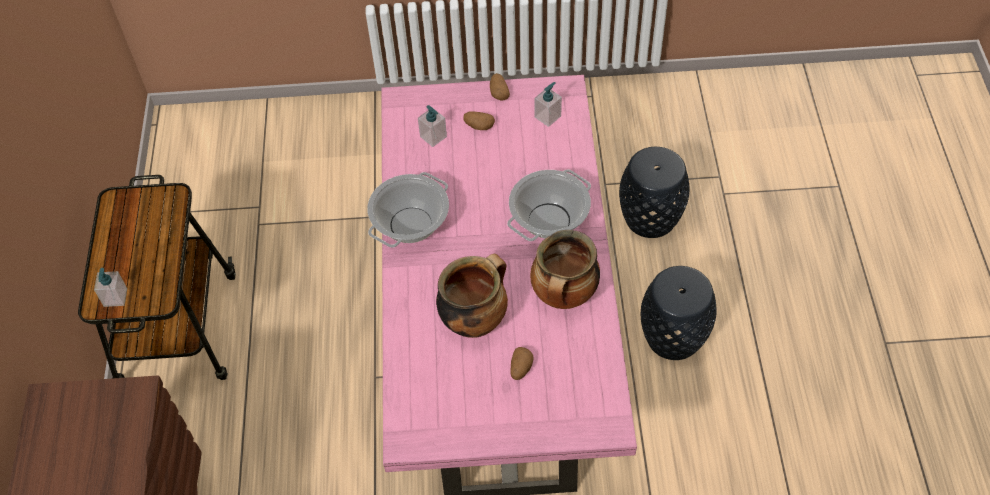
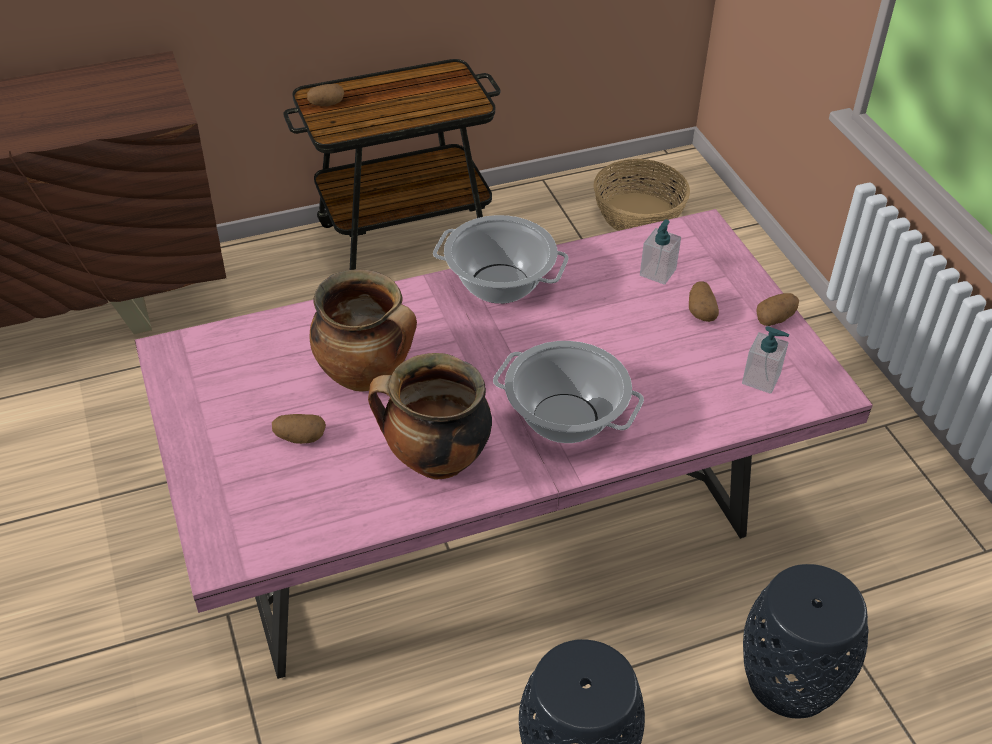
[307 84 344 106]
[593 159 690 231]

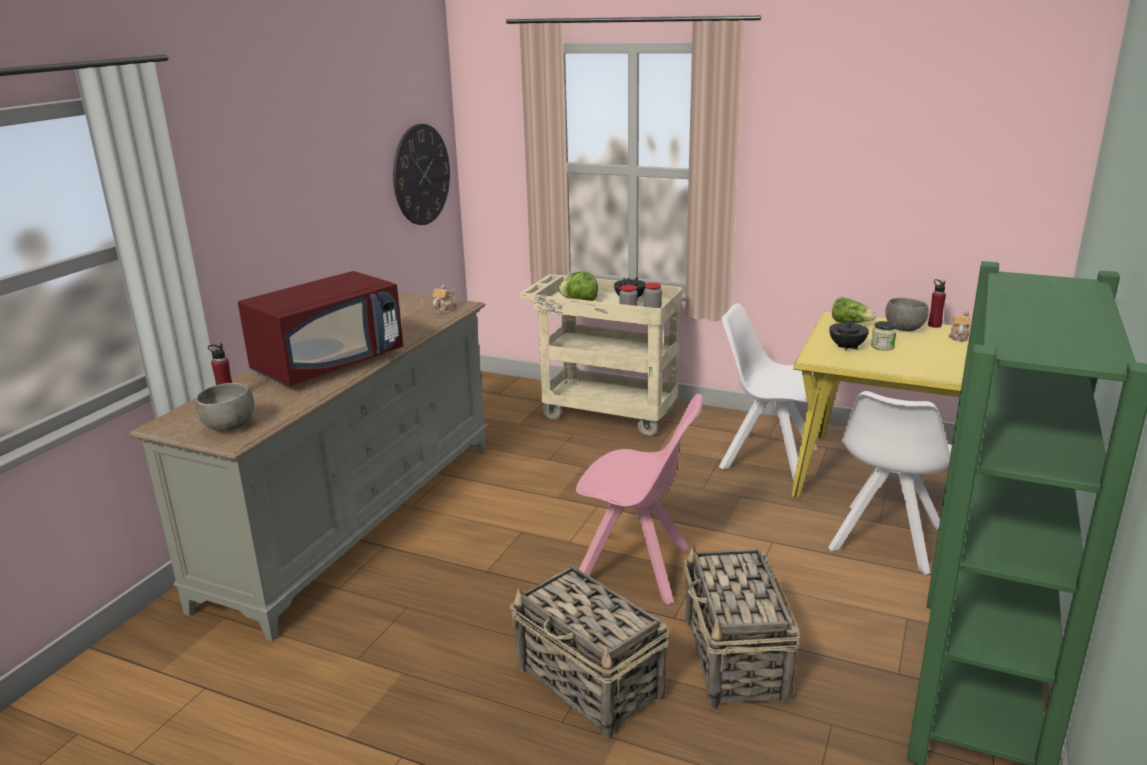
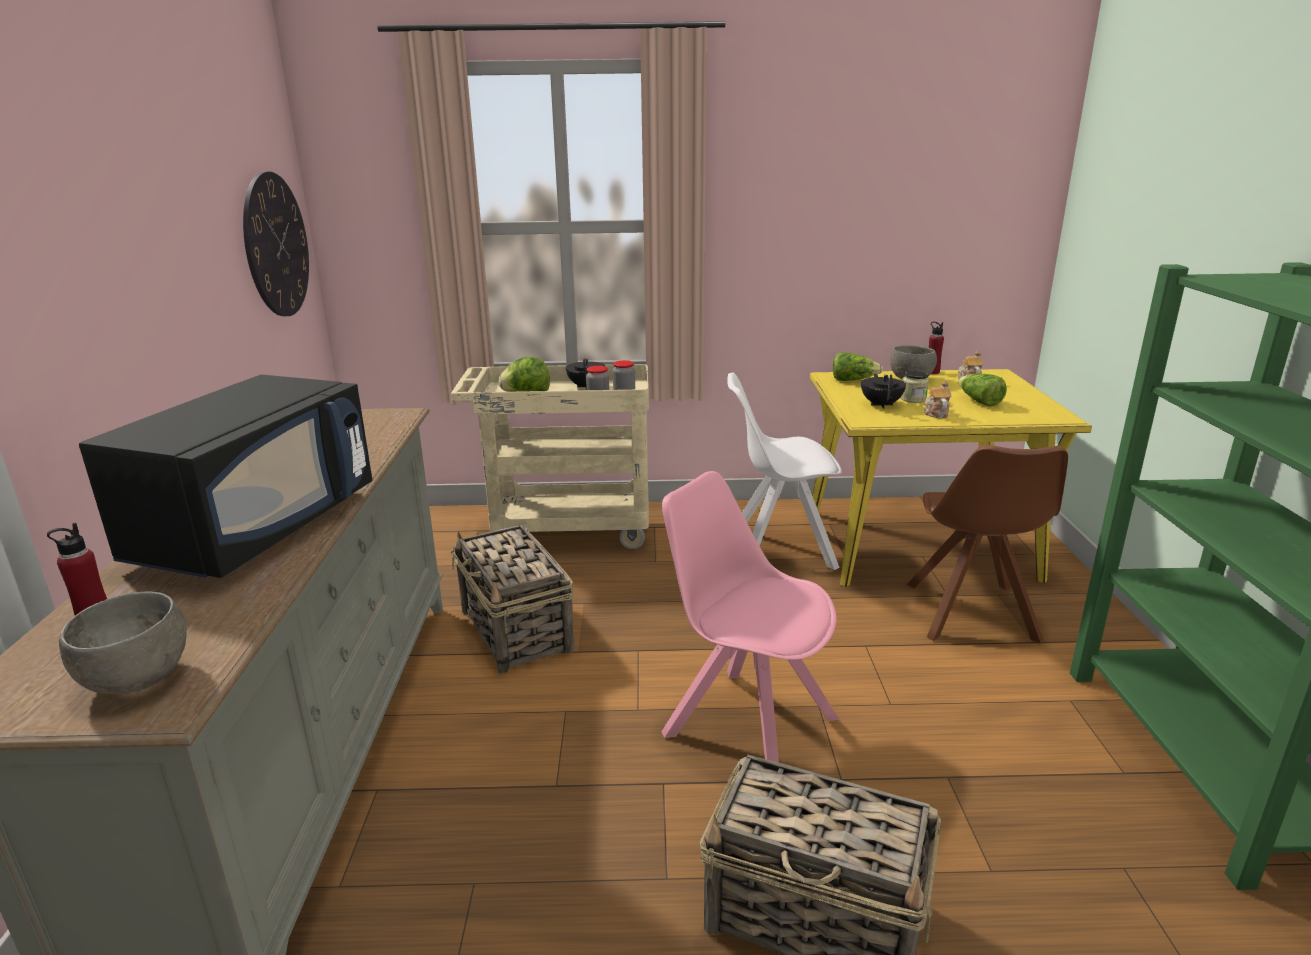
[79 374 373 578]
[924 381 952 418]
[907 445 1068 644]
[661 471 840 762]
[451 525 575 674]
[958 373 1007 407]

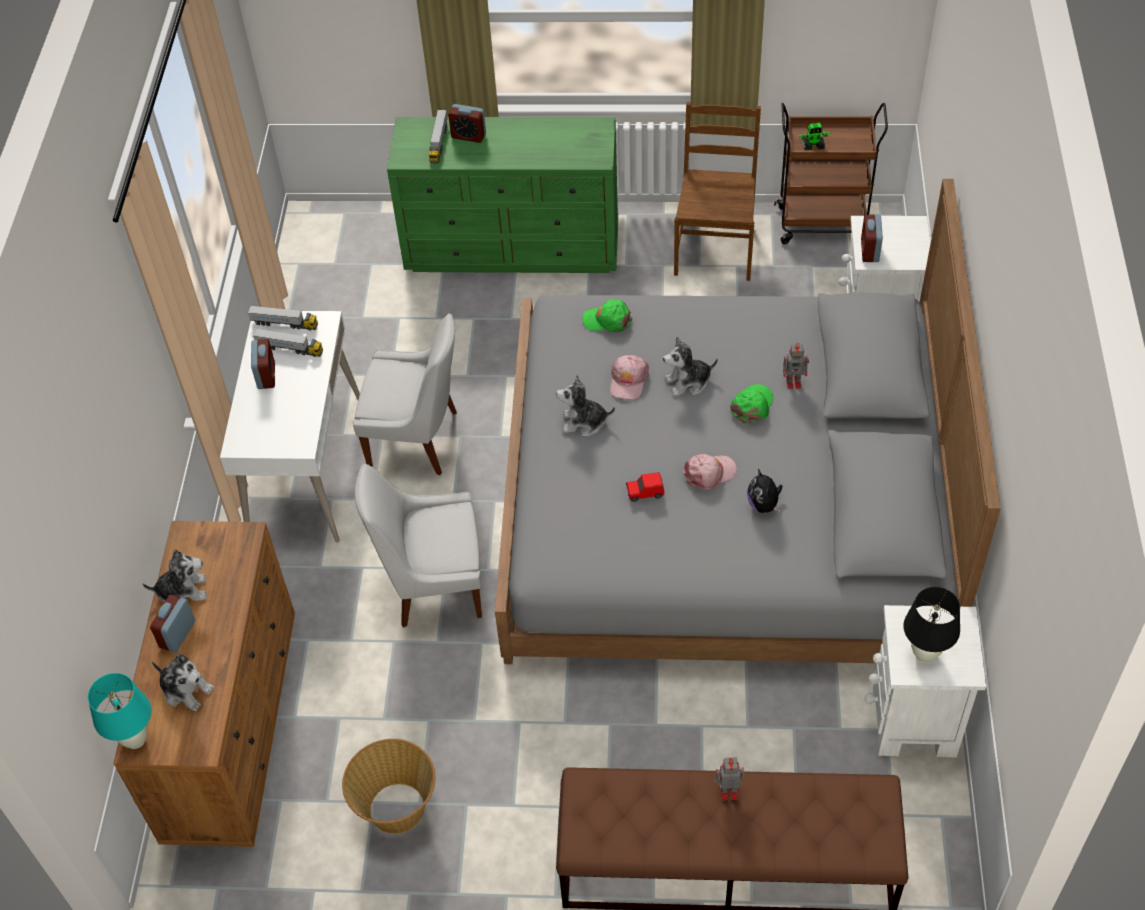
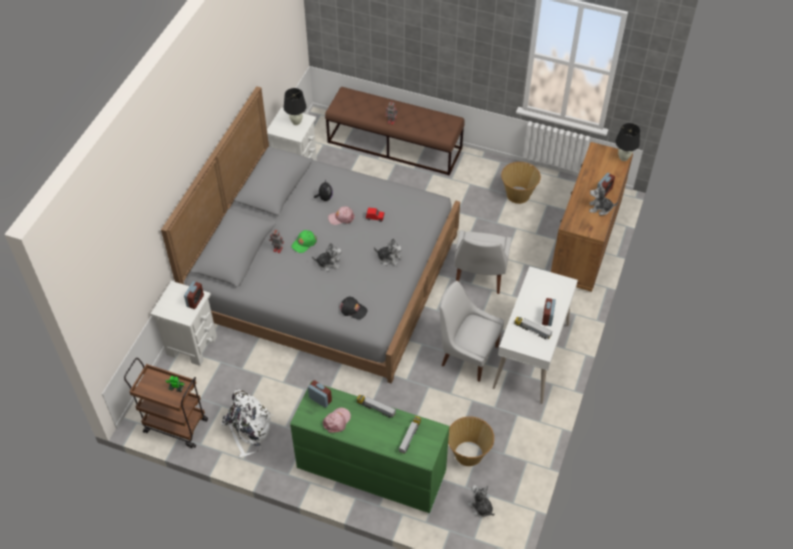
[222 390 274 457]
[308 380 332 408]
[340 296 367 319]
[357 395 396 418]
[323 407 351 433]
[454 230 512 294]
[468 485 495 518]
[615 123 640 161]
[448 416 494 466]

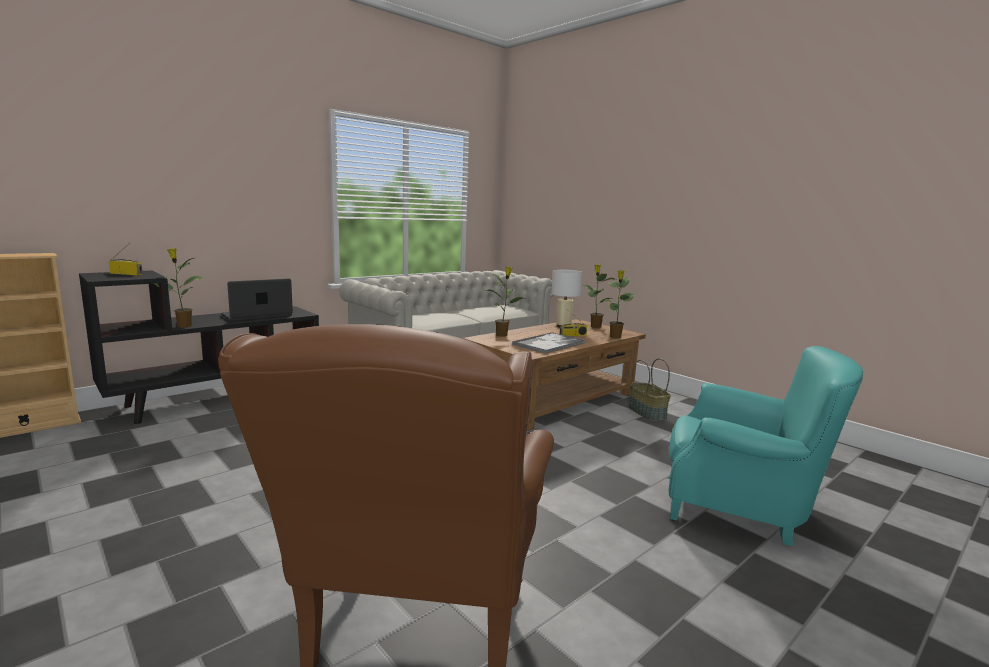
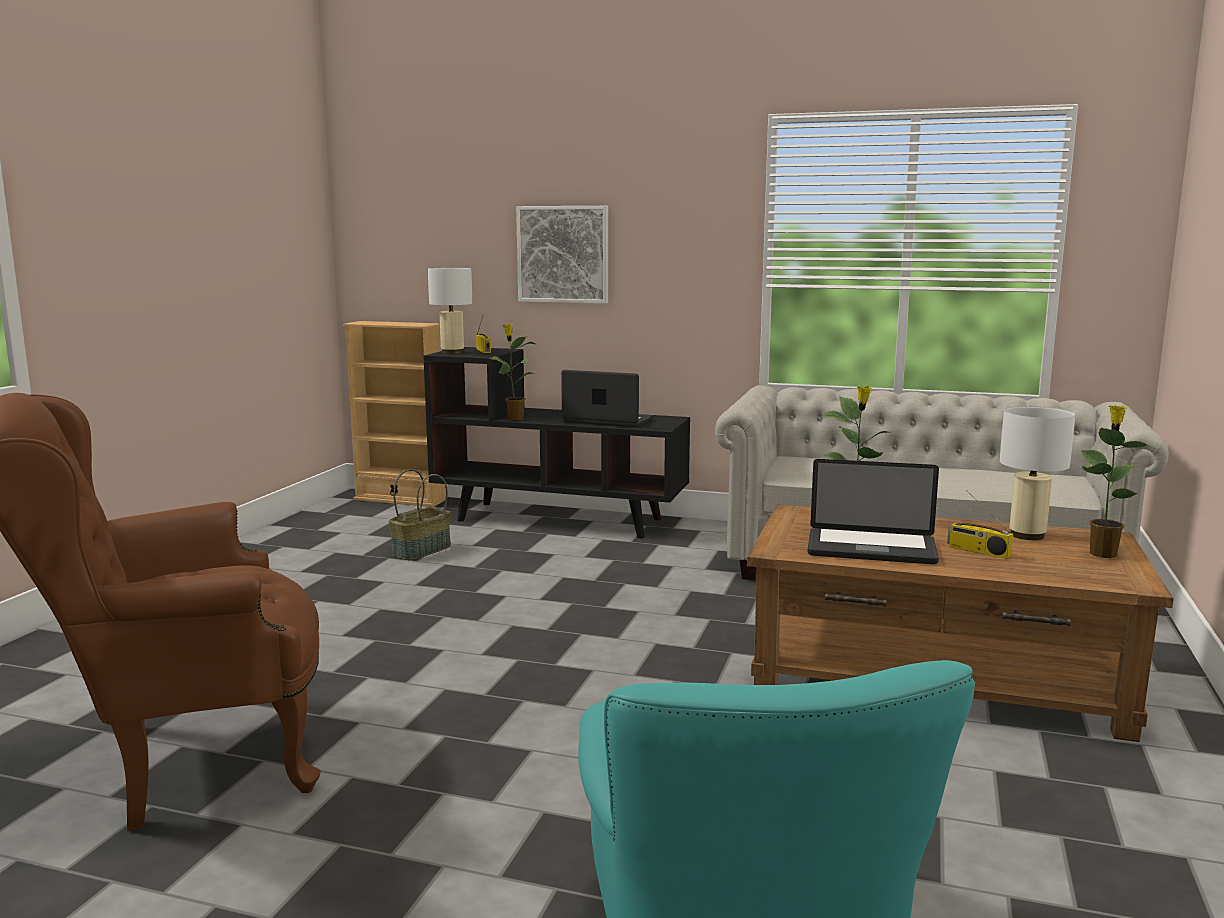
[604 270 635 338] (first image)
[808 459 939 564]
[389 469 451 560]
[516 206 608 304]
[428 268 472 354]

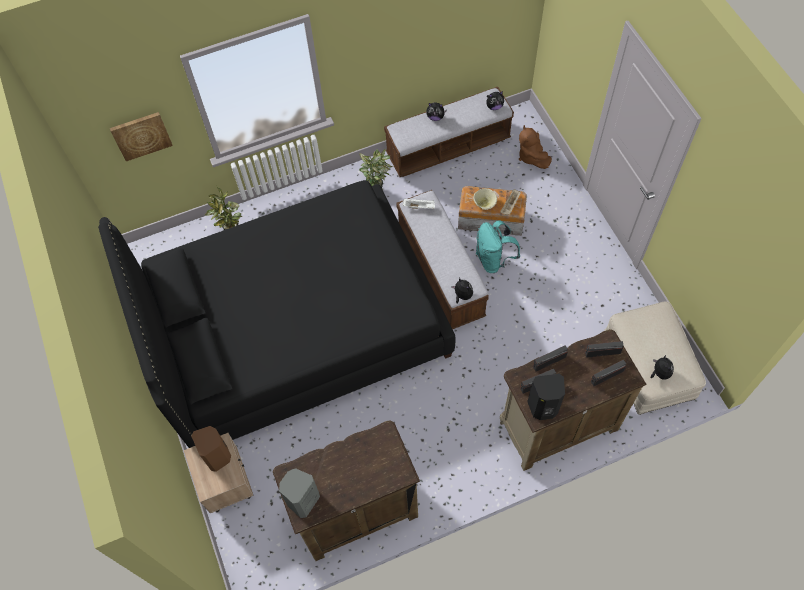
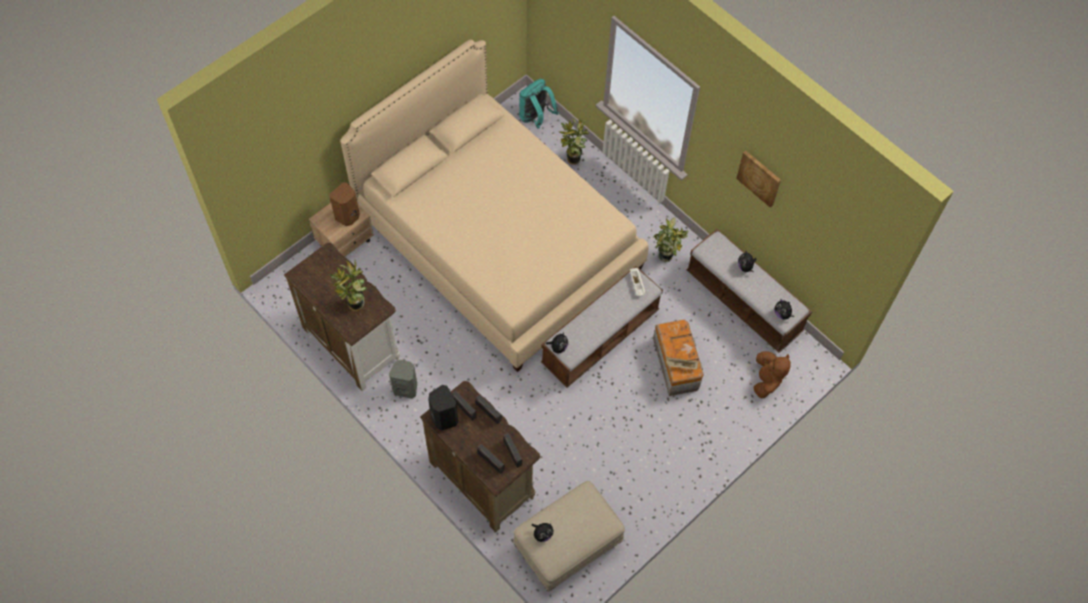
[736 151 781 208]
[753 351 791 398]
[340 40 649 372]
[473 189 497 210] (first image)
[519 79 559 129]
[284 243 400 391]
[389 360 417 399]
[329 260 367 311]

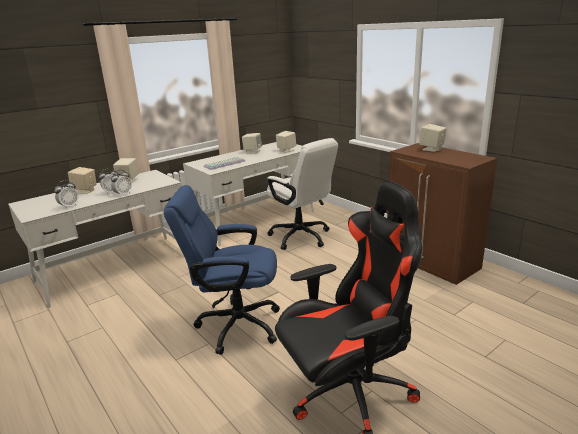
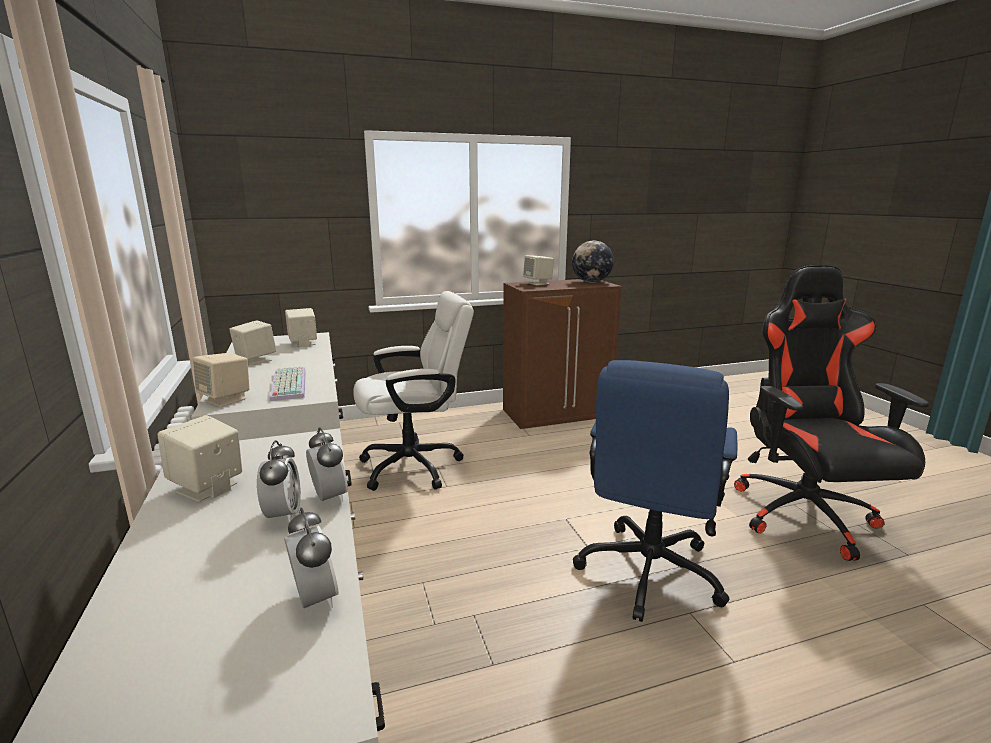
[193 353 249 407]
[572 241 614 283]

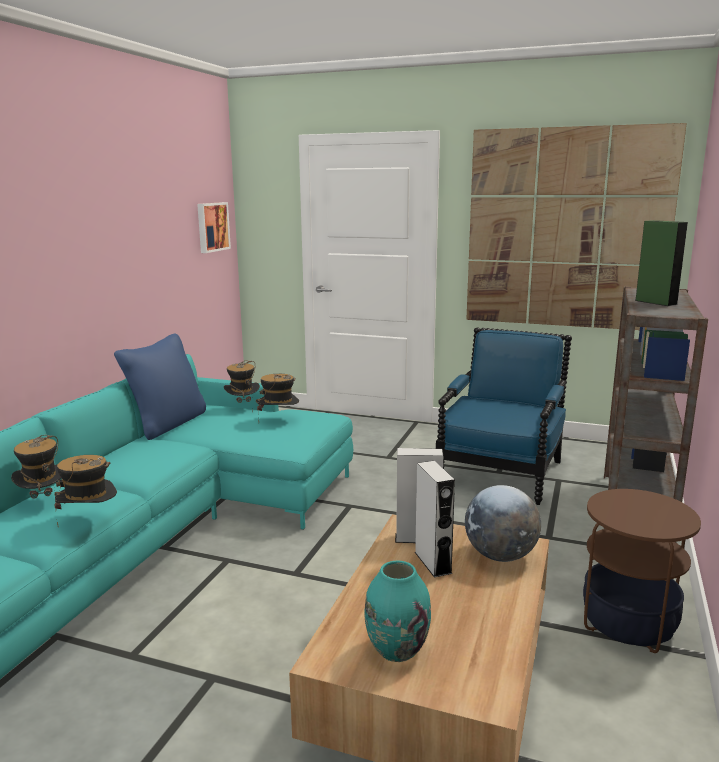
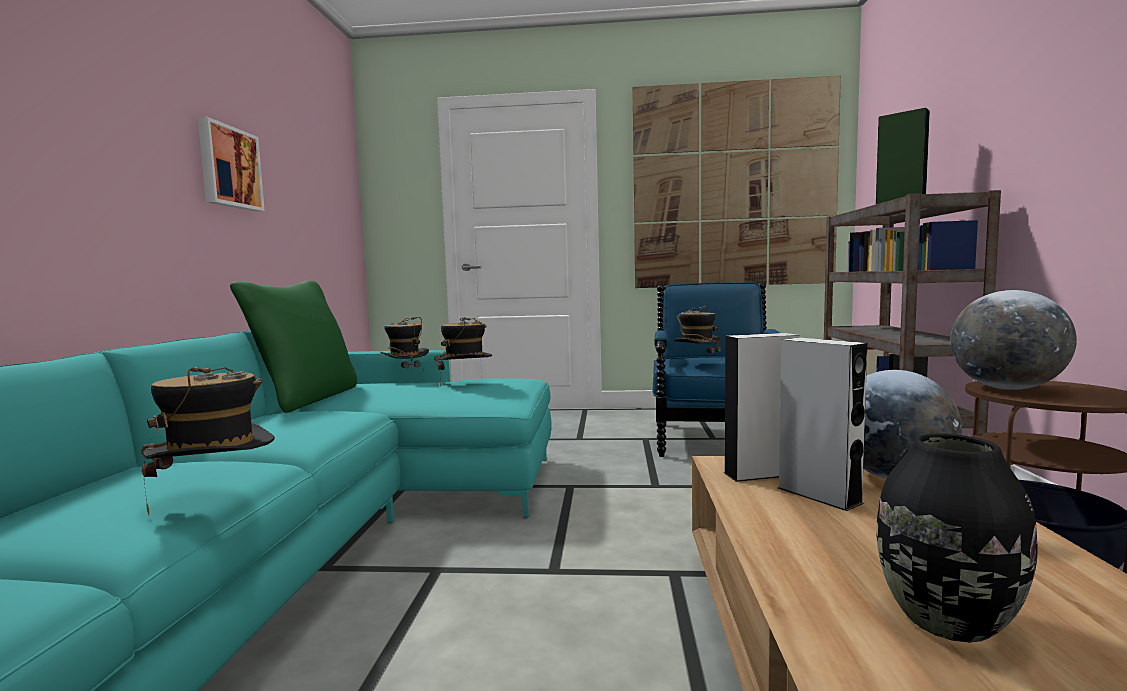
[198 117 265 212]
[230 280 357 413]
[674 306 722 364]
[876 434 1038 643]
[950 290 1077 390]

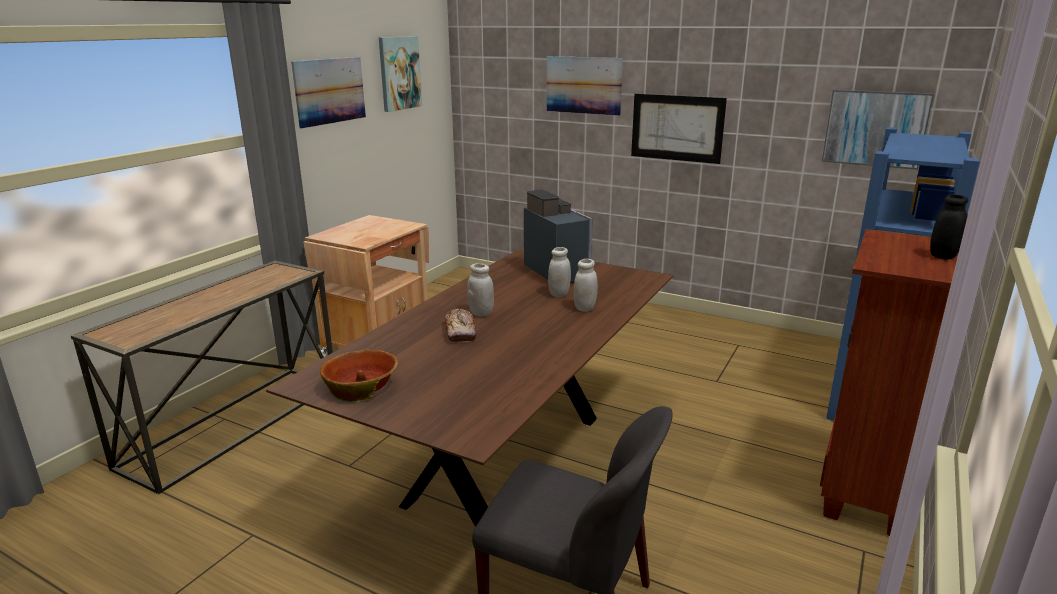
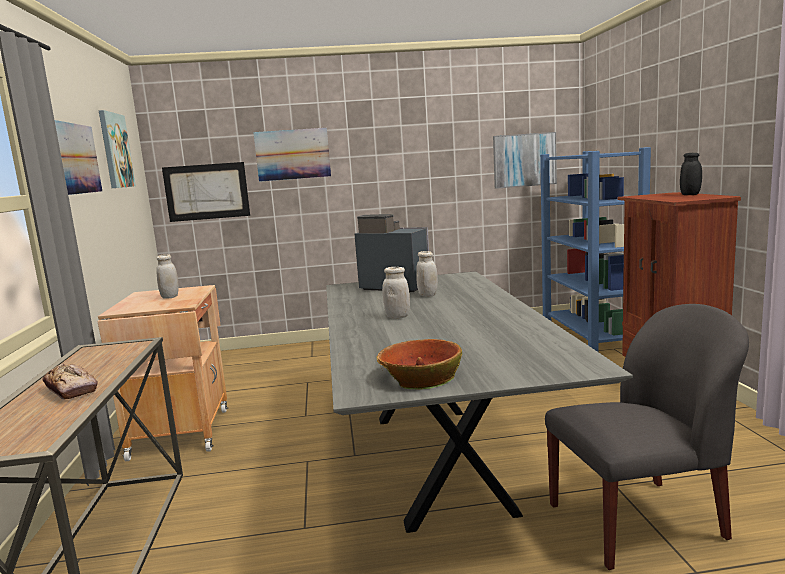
[162 162 250 222]
[326 271 633 533]
[156 254 179 299]
[42 364 98 400]

